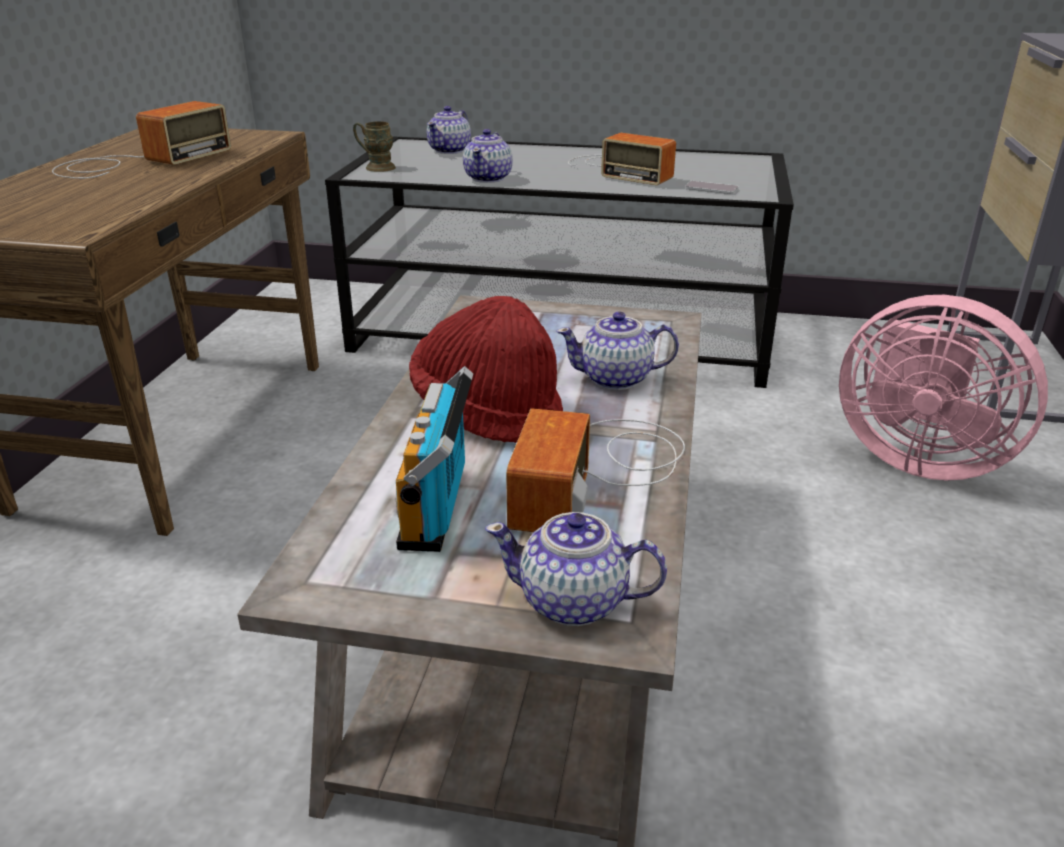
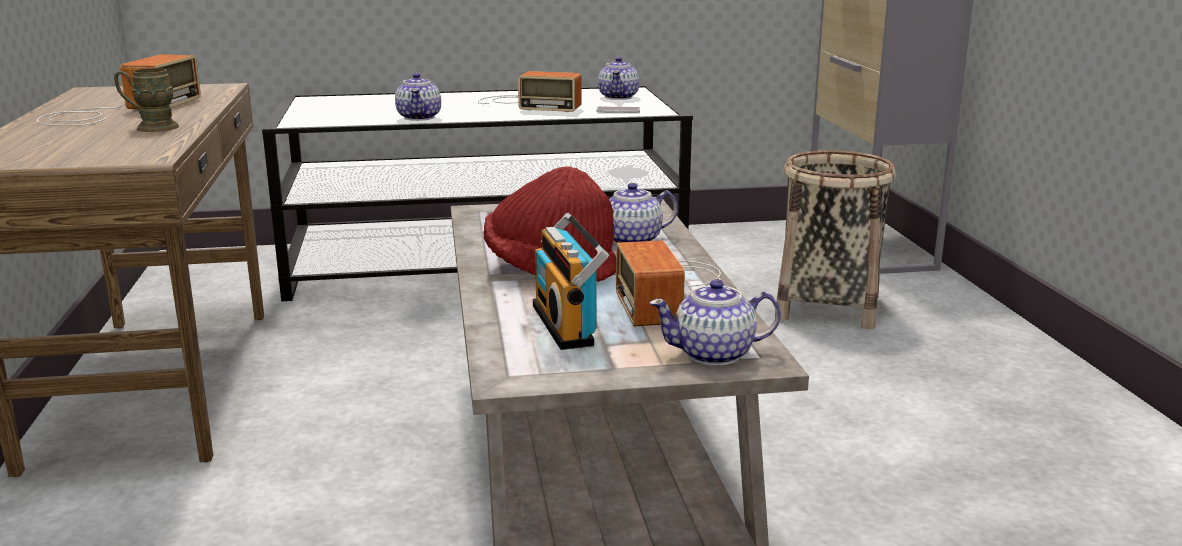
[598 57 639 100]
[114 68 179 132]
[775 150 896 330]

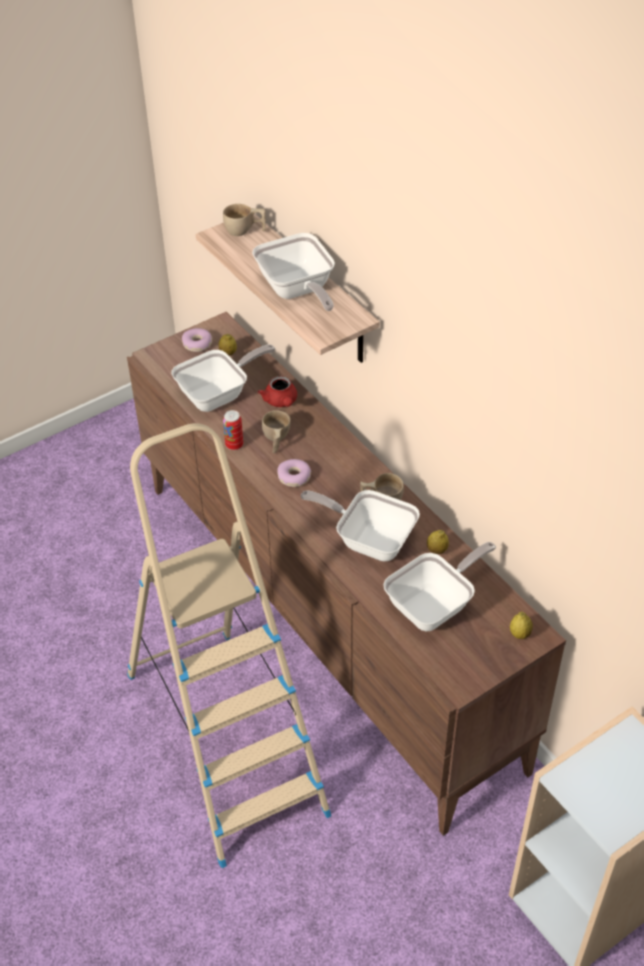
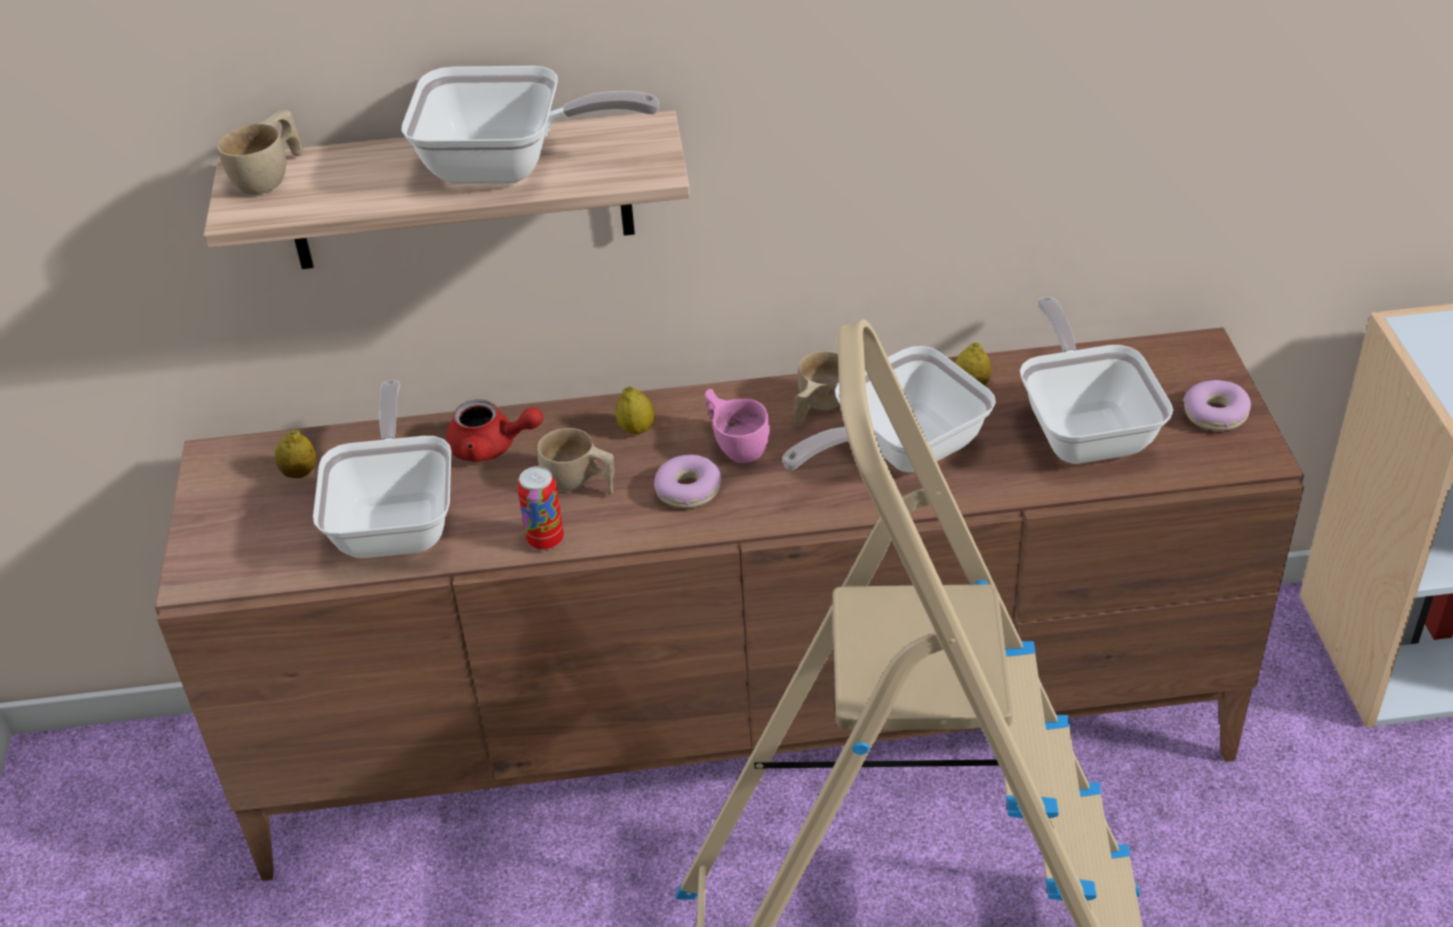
[1183 380 1251 431]
[616 386 655 434]
[705 389 770 463]

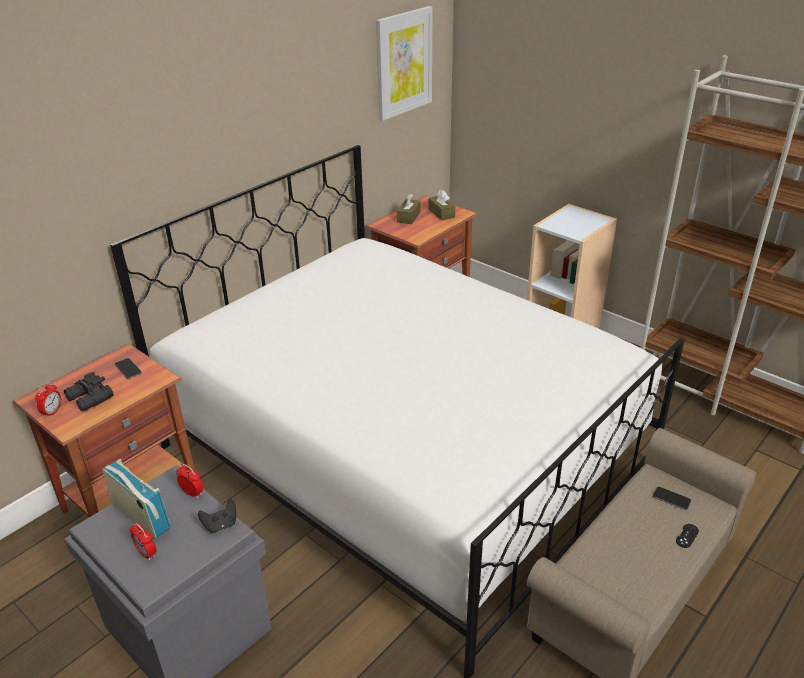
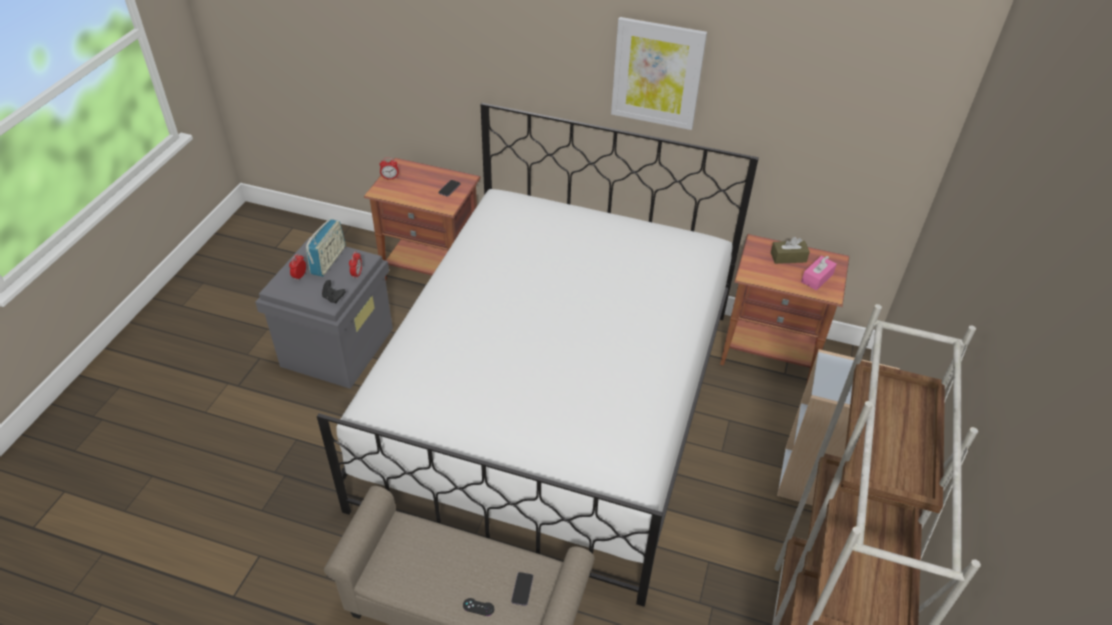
[611 17 707 130]
[801 256 837 290]
[64 372 114 412] (first image)

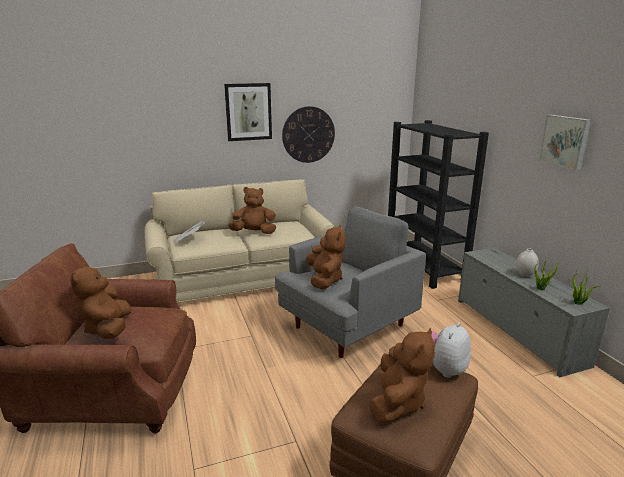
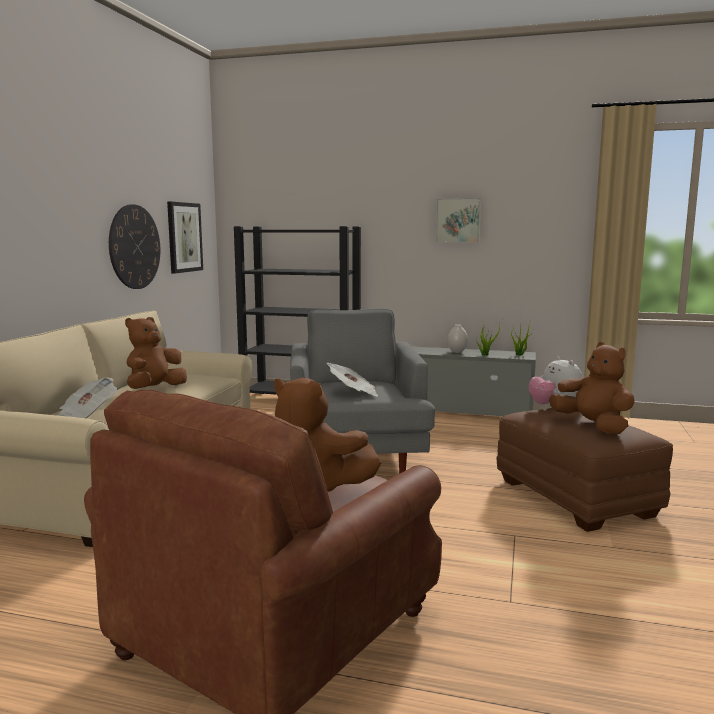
[167 202 203 274]
[327 363 378 396]

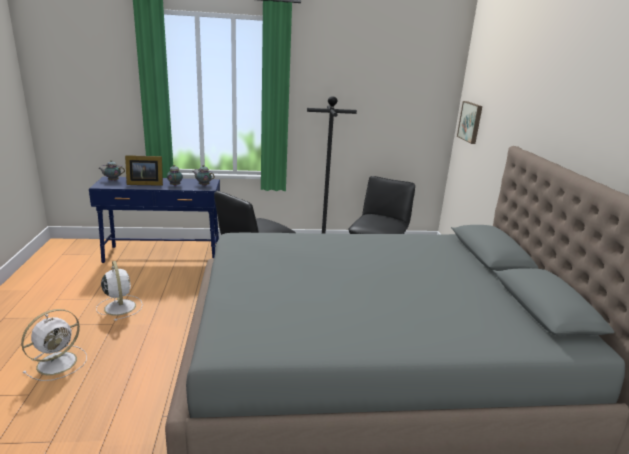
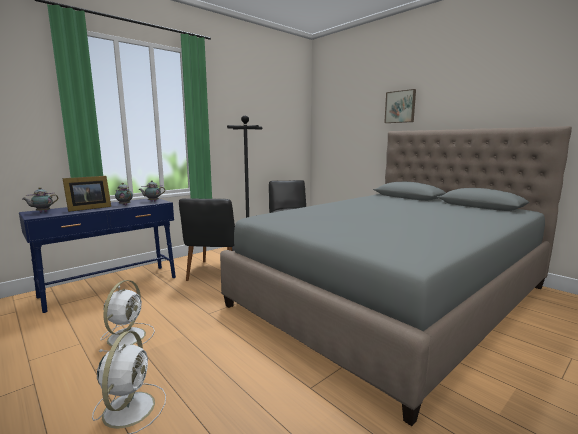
[384 89 416 123]
[99 280 155 352]

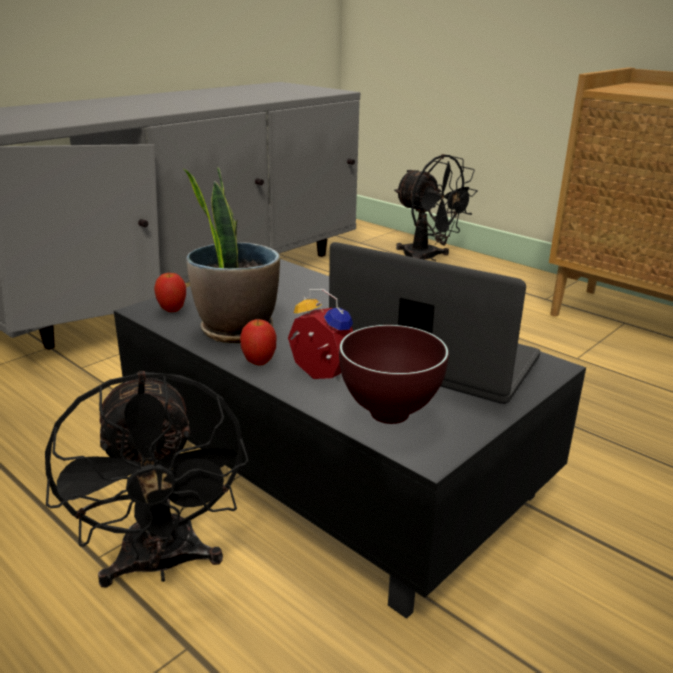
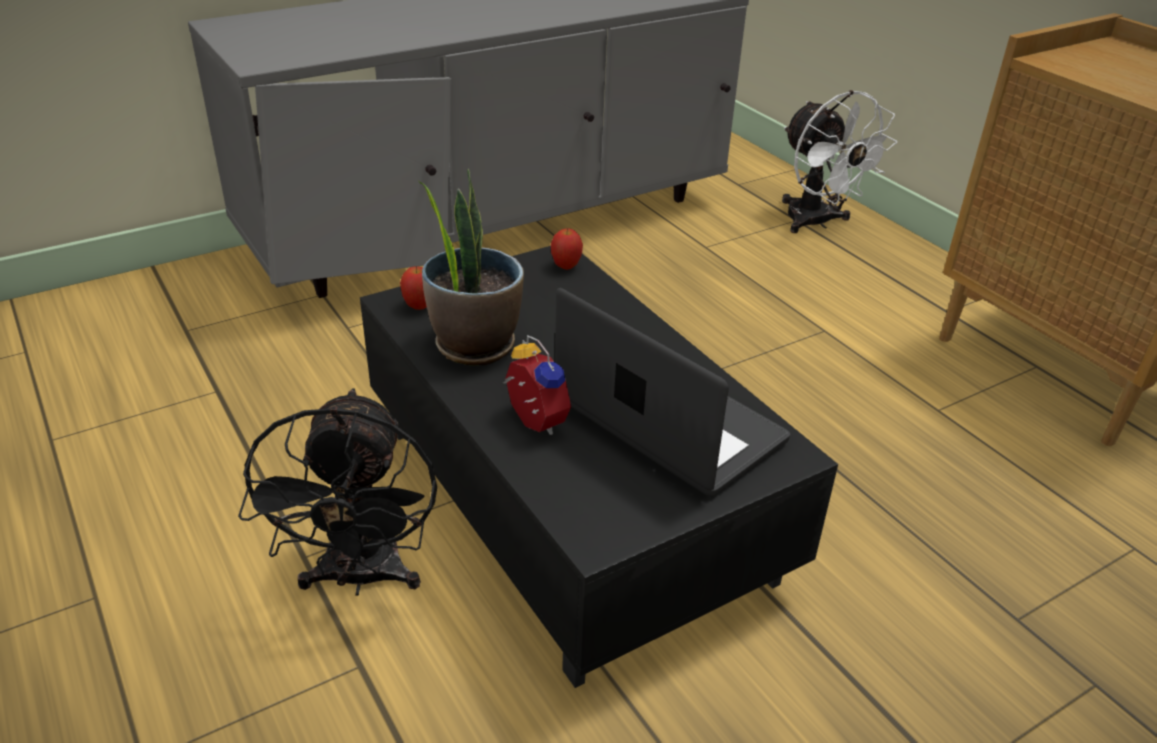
[782 90 897 233]
[551 228 583 270]
[339 325 449 424] (first image)

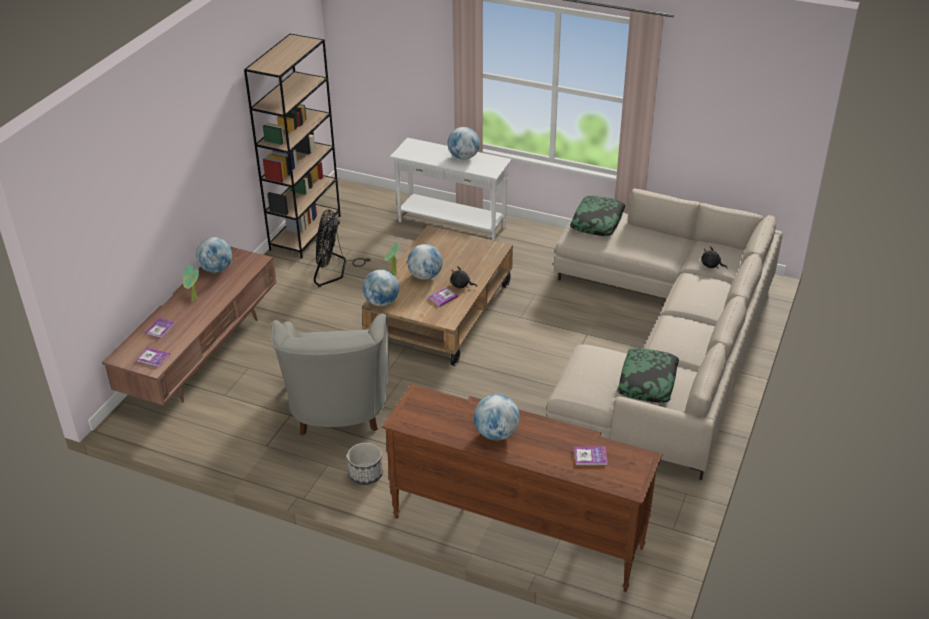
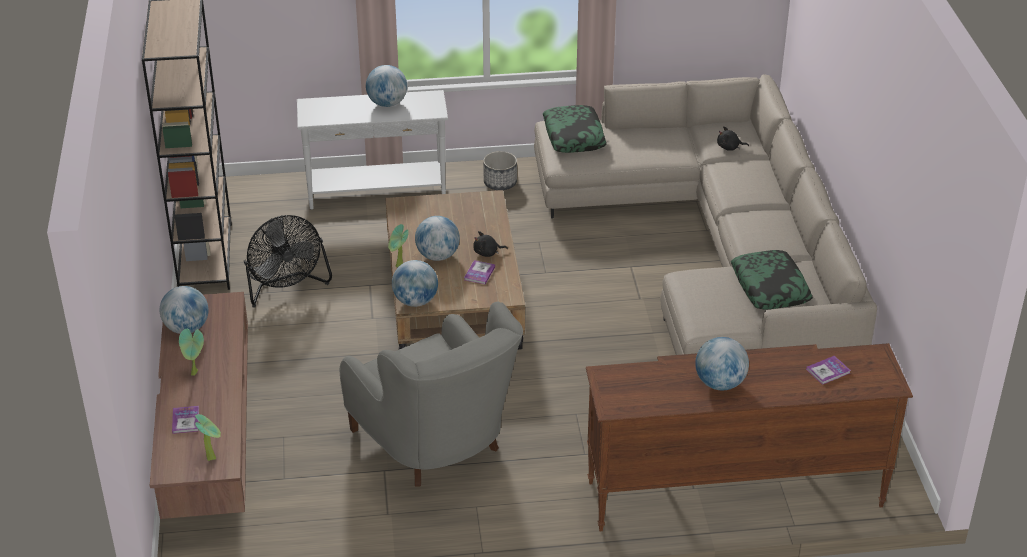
[244 215 332 308]
[195 414 221 461]
[483 151 517 190]

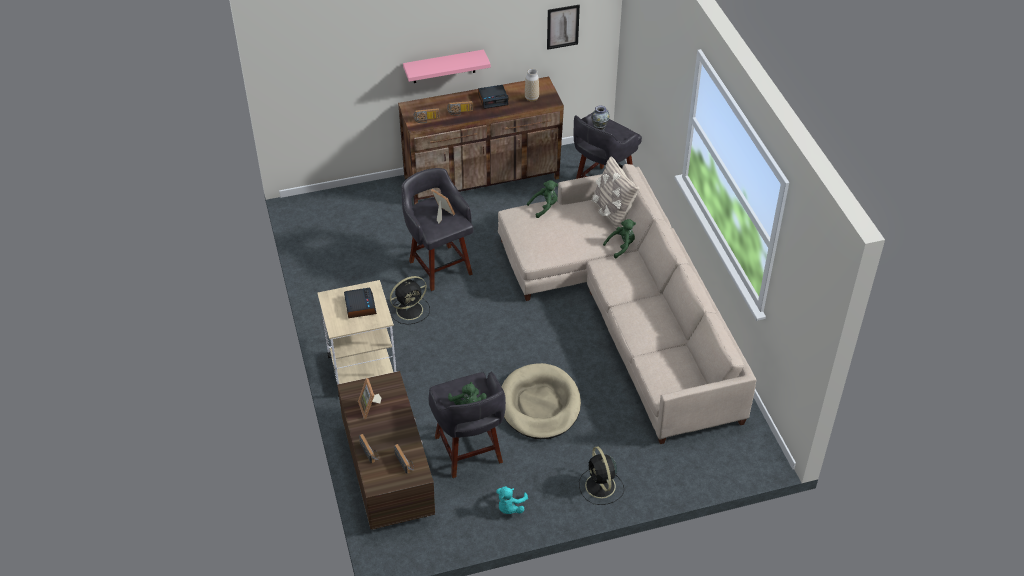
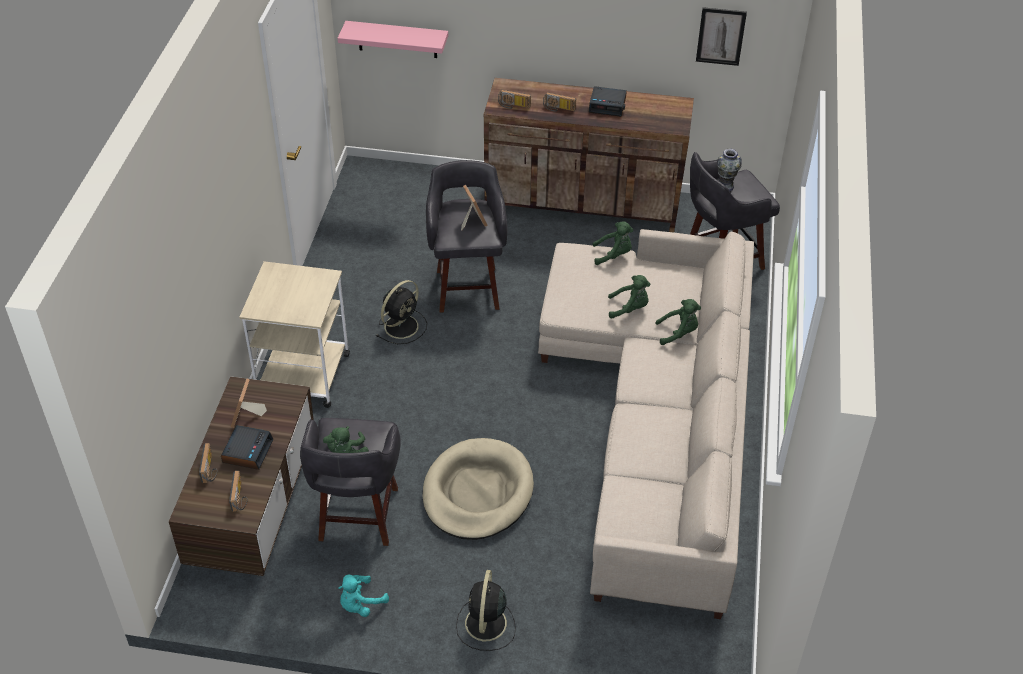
[338 21 448 58]
[525 69 539 101] (first image)
[592 156 640 229] (first image)
[376 280 427 344]
[221 425 274 470]
[608 275 650 319]

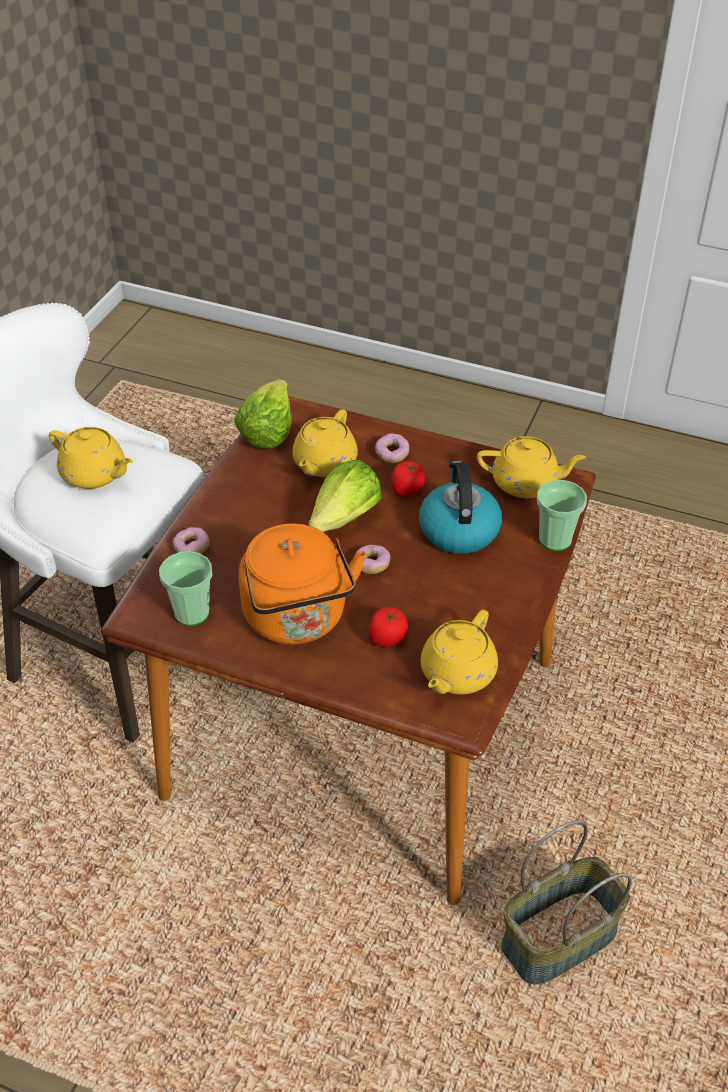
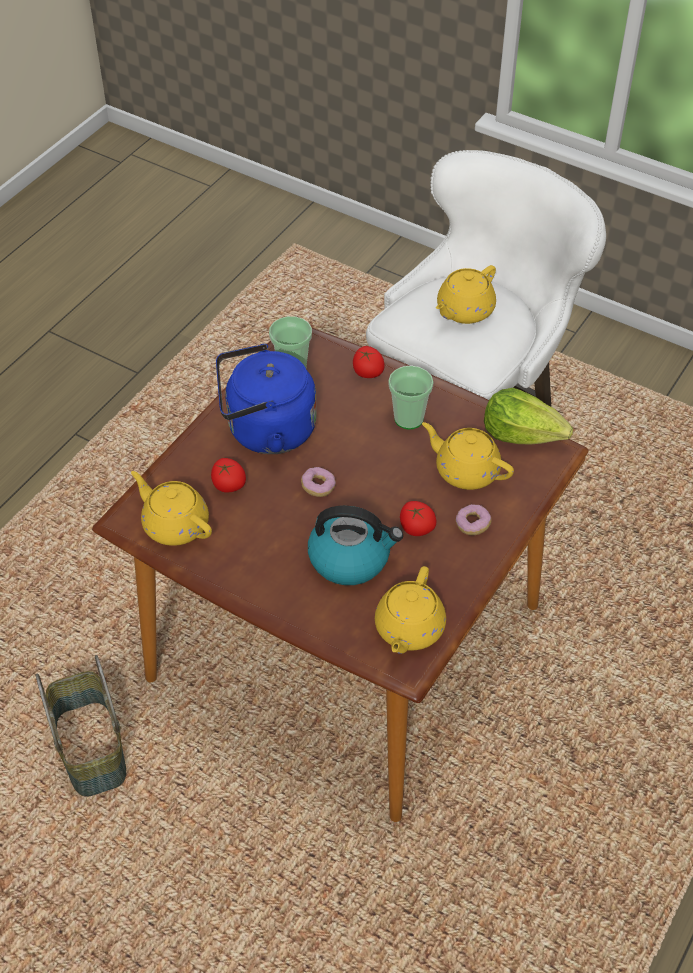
[308 460 381 532] (first image)
[388 366 433 429]
[216 344 317 454]
[353 346 385 378]

